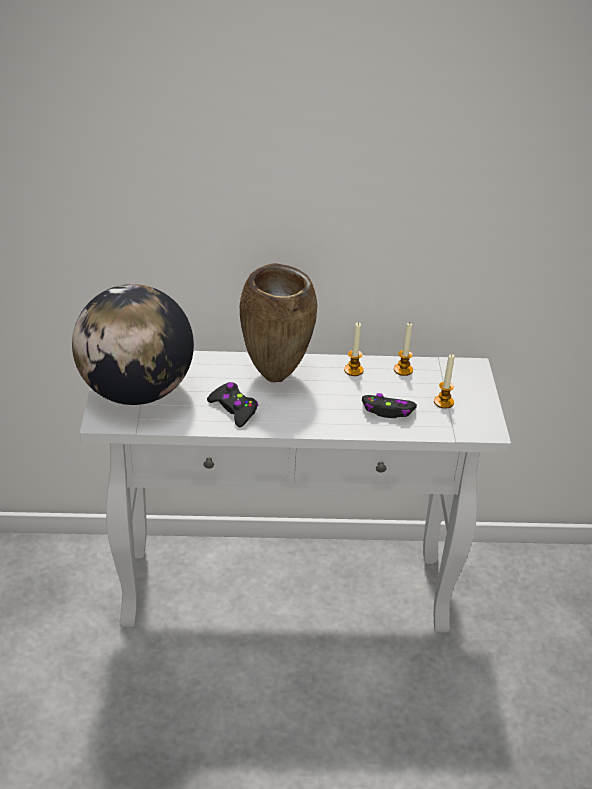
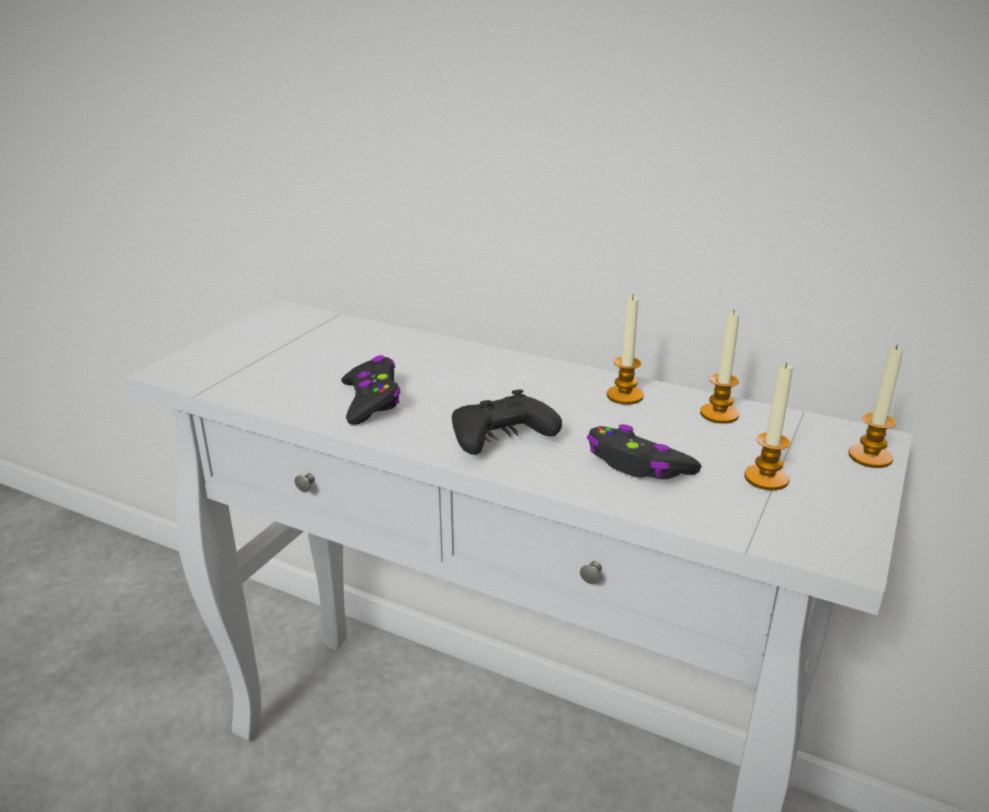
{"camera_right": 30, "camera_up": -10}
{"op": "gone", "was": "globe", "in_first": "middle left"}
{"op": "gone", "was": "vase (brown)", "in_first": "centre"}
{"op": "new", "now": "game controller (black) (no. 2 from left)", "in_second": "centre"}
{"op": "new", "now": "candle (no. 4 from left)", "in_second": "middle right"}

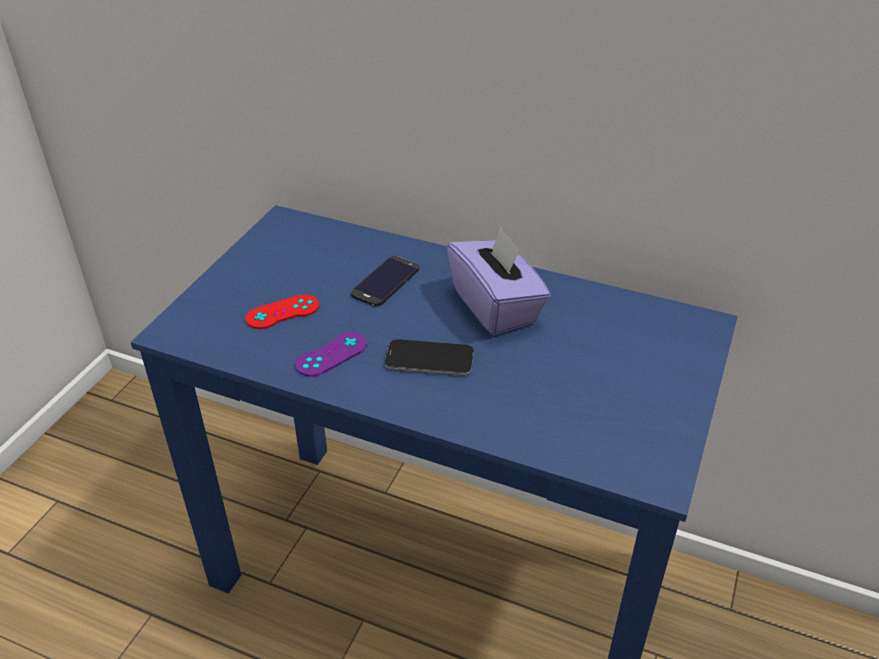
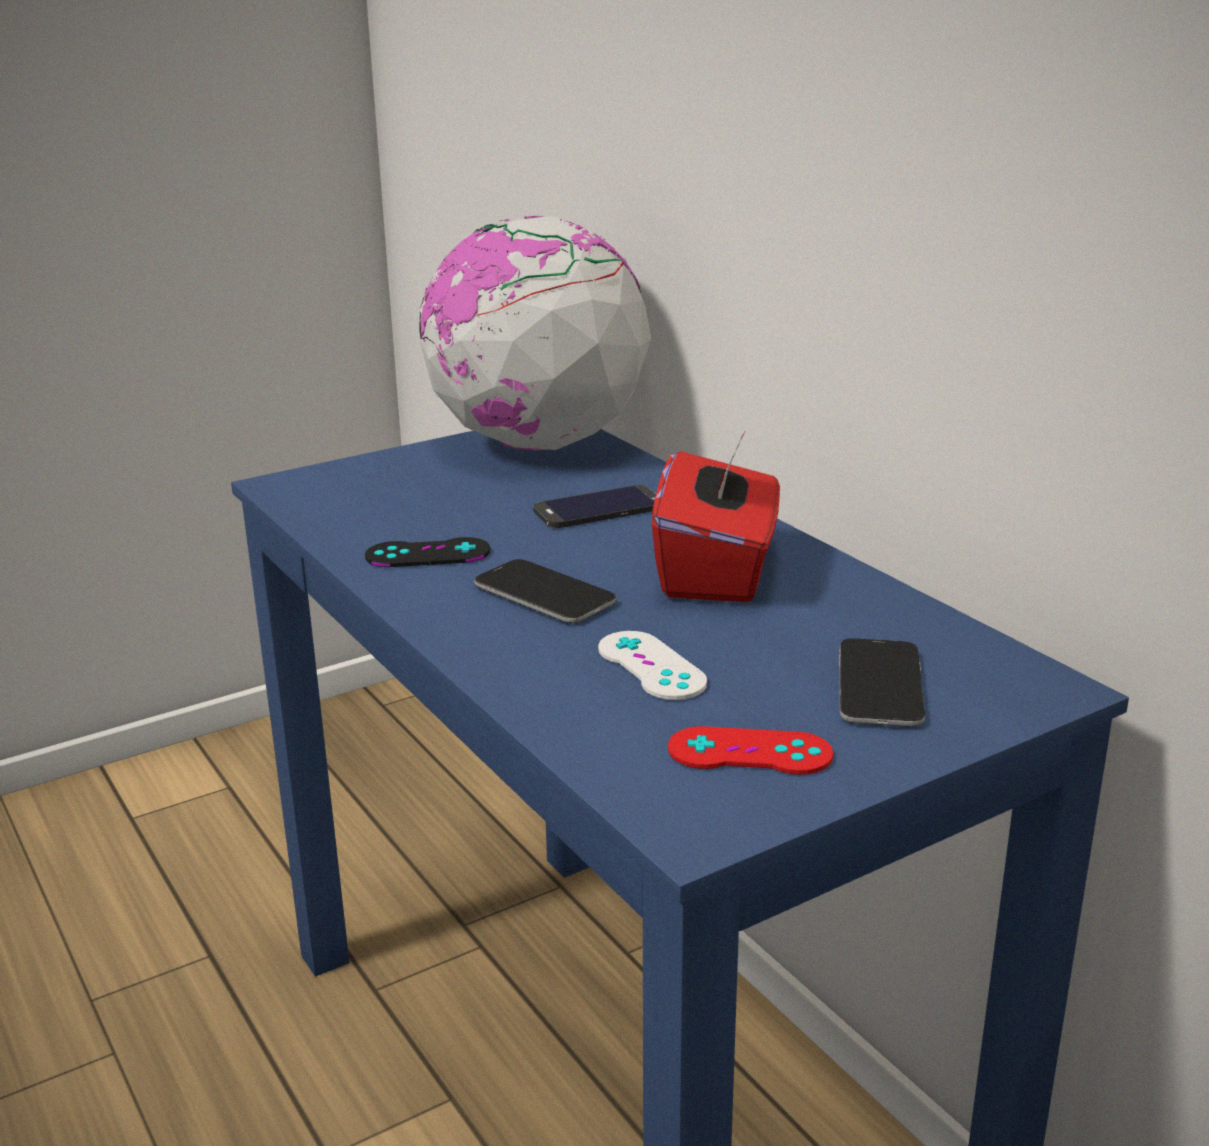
{"camera_right": 35, "camera_up": -15}
{"op": "shifted", "was": "game controller (red)", "in_first": "middle left", "in_second": "centre"}
{"op": "repainted", "was": "game controller (purple)", "now": "game controller (black)", "in_first": "centre", "in_second": "centre"}
{"op": "repainted", "was": "tissue box (purple)", "now": "tissue box (red)", "in_first": "centre", "in_second": "centre"}
{"op": "new", "now": "globe", "in_second": "top centre"}
{"op": "new", "now": "game controller (white)", "in_second": "centre"}
{"op": "new", "now": "phone (no. 3 from left)", "in_second": "middle right"}

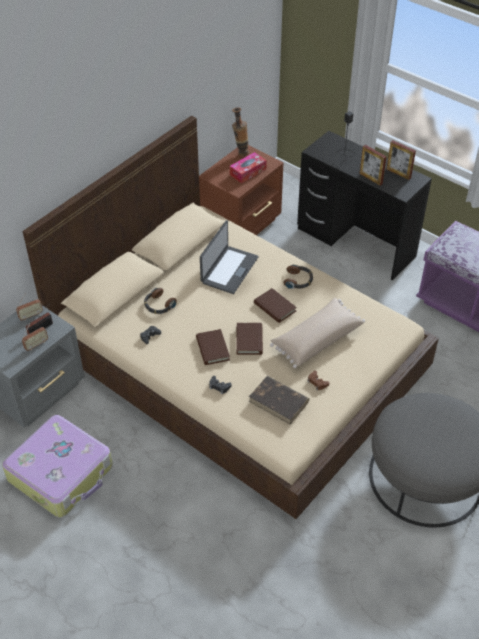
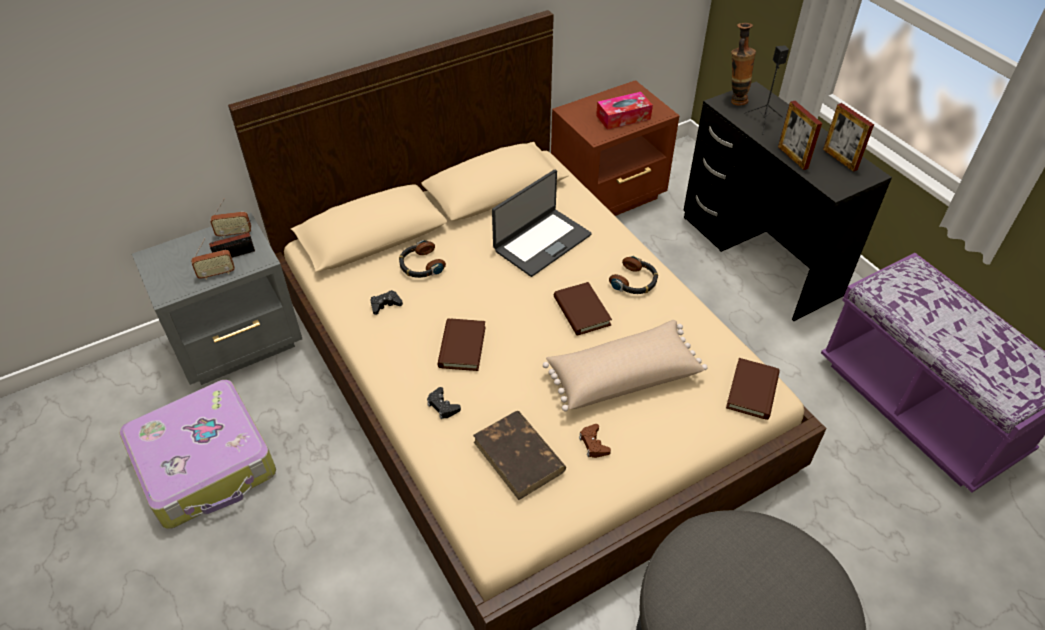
{"camera_right": 20, "camera_up": 0}
{"op": "shifted", "was": "vase", "in_first": "top centre", "in_second": "top right"}
{"op": "shifted", "was": "book (brown) (no. 2 from left in the first image)", "now": "book (brown) (no. 4 from left)", "in_first": "centre", "in_second": "middle right"}

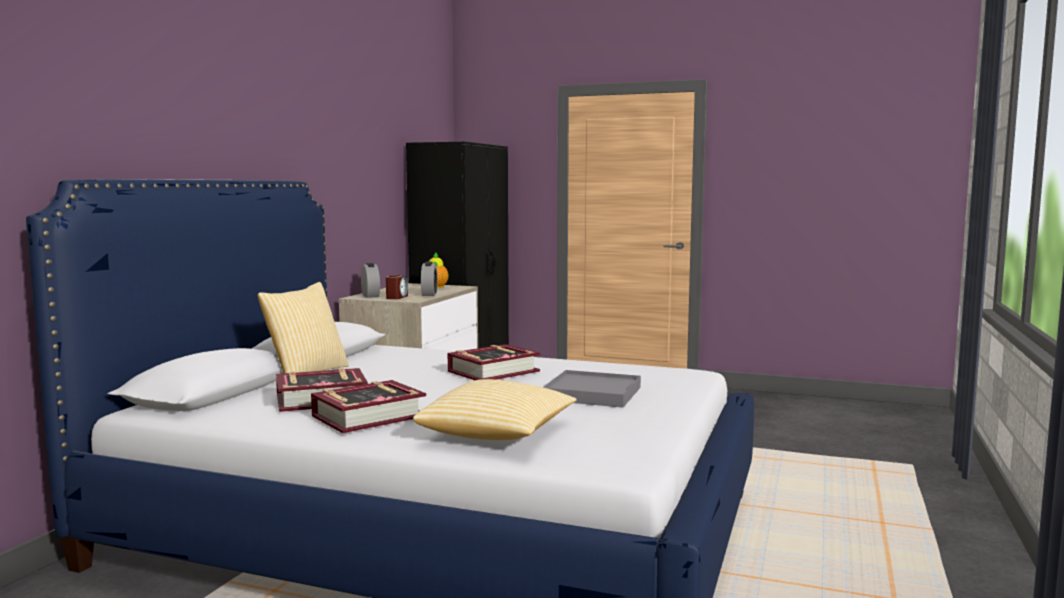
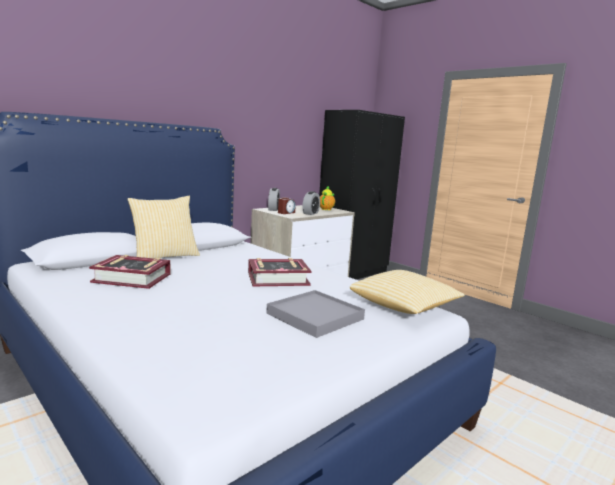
{"camera_right": 25, "camera_up": 5}
{"op": "gone", "was": "book (no. 2 from left)", "in_first": "bottom centre"}
{"op": "shifted", "was": "pillow (no. 2 from left)", "in_first": "bottom centre", "in_second": "centre"}

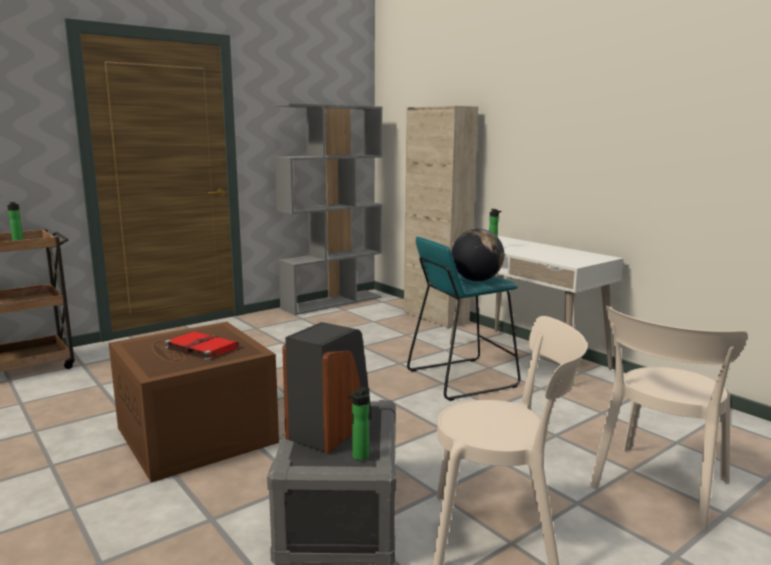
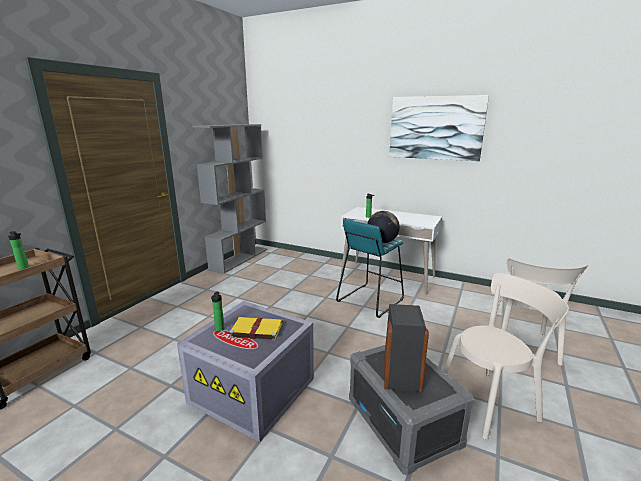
{"camera_right": -25, "camera_up": 5}
{"op": "repainted", "was": "storage box (brown)", "now": "storage box (grey) (no. 1 from left)", "in_first": "bottom left", "in_second": "bottom centre"}
{"op": "repainted", "was": "book (red)", "now": "book (yellow)", "in_first": "middle left", "in_second": "bottom centre"}
{"op": "shifted", "was": "bottle (no. 2 from left)", "in_first": "bottom centre", "in_second": "centre"}
{"op": "gone", "was": "cabinet (beige)", "in_first": "centre"}
{"op": "new", "now": "picture", "in_second": "top right"}

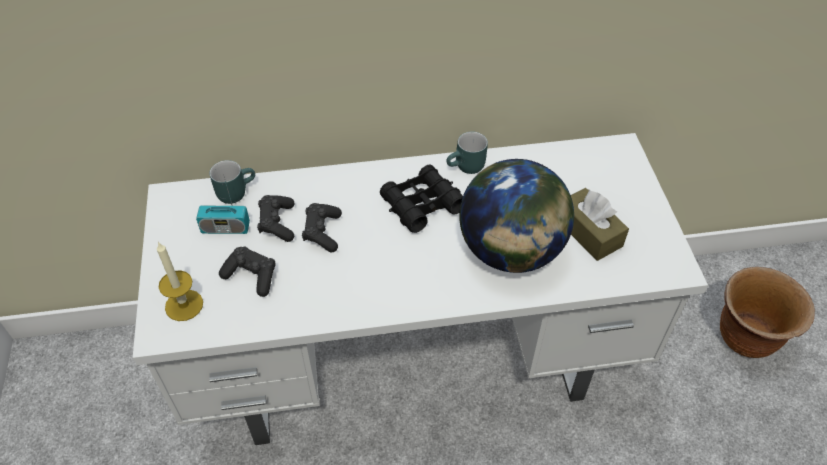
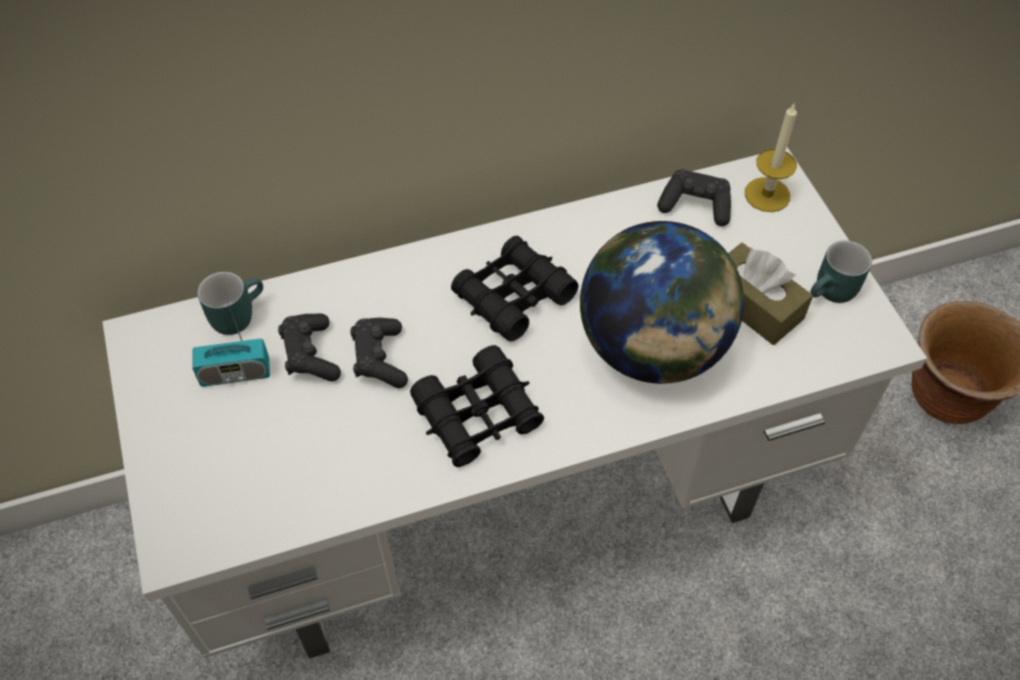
{"camera_right": -10, "camera_up": 5}
{"op": "shifted", "was": "candle", "in_first": "middle left", "in_second": "top right"}
{"op": "shifted", "was": "game controller (black) (no. 1 from left in the first image)", "now": "game controller (black) (no. 3 from left)", "in_first": "middle left", "in_second": "top right"}
{"op": "shifted", "was": "mug (turquoise) (no. 2 from left)", "in_first": "top centre", "in_second": "middle right"}
{"op": "new", "now": "binoculars (black) (no. 1 from left)", "in_second": "centre"}

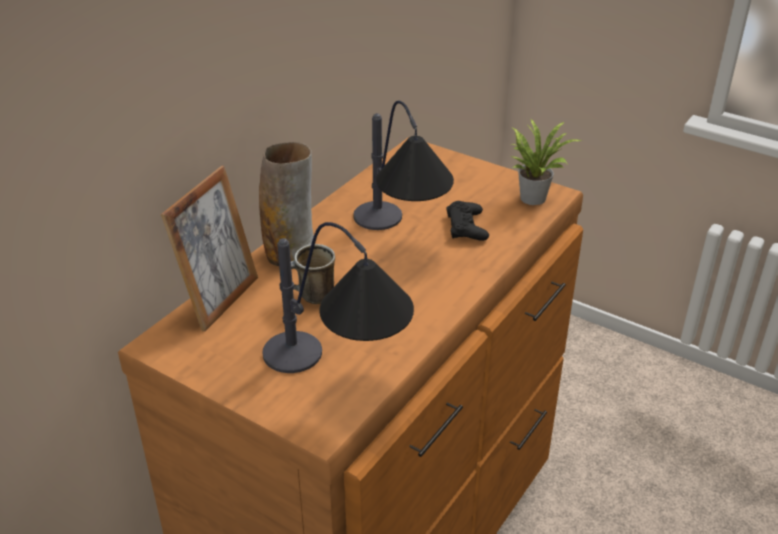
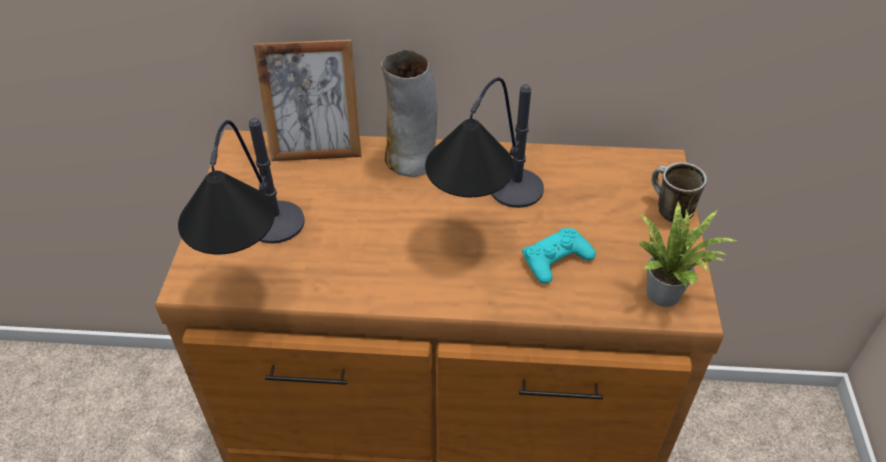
{"camera_right": 60, "camera_up": 10}
{"op": "shifted", "was": "mug", "in_first": "centre", "in_second": "middle right"}
{"op": "repainted", "was": "game controller (black)", "now": "game controller (turquoise)", "in_first": "centre", "in_second": "centre"}

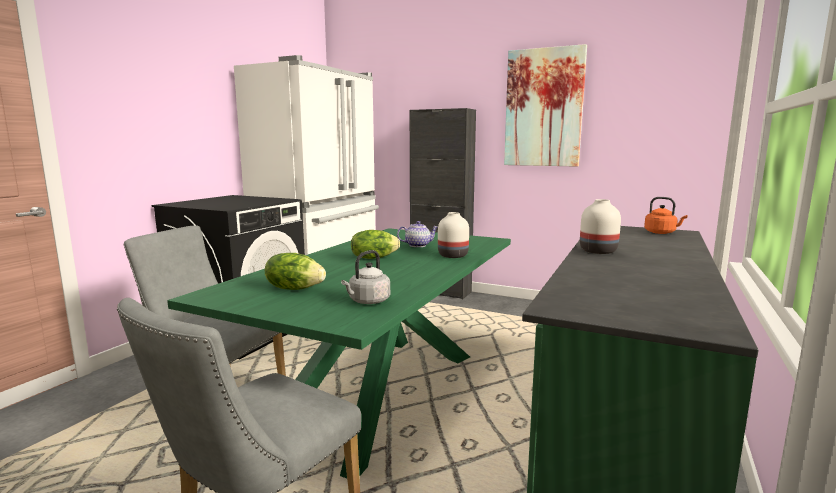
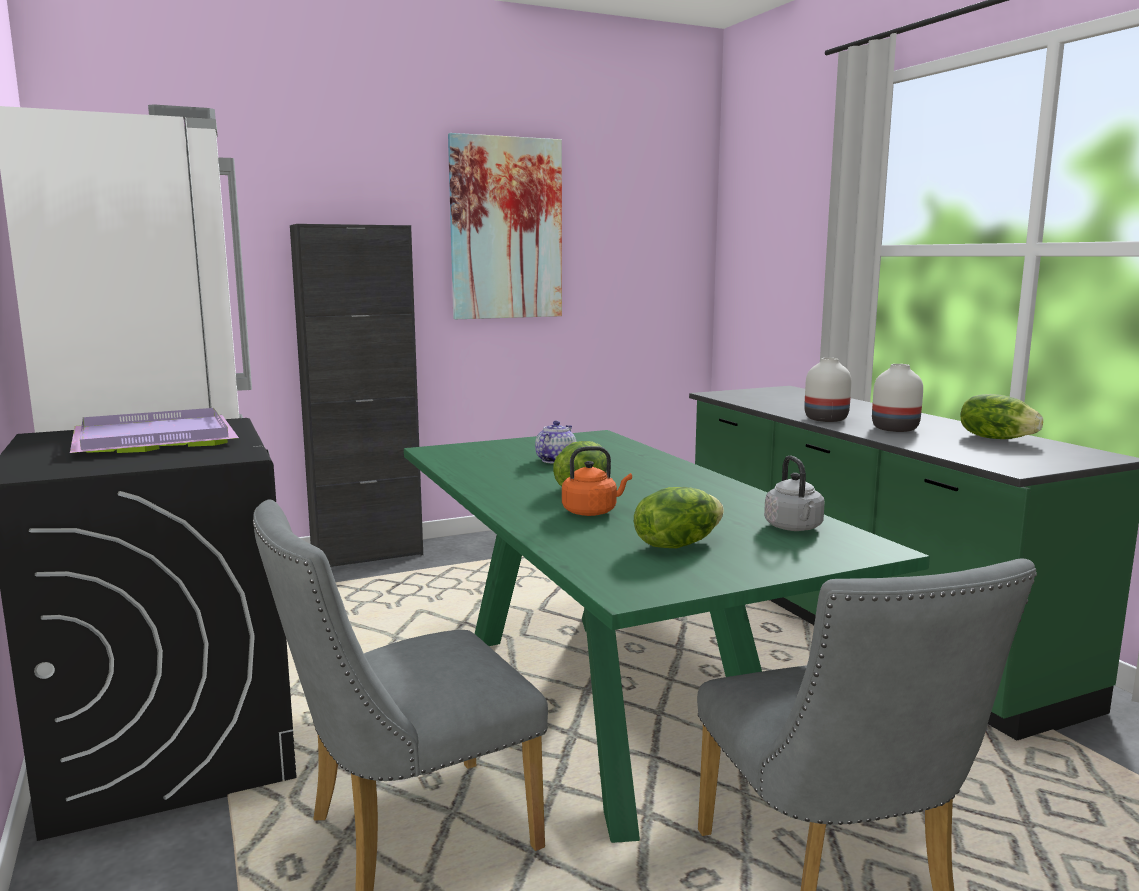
{"camera_right": -50, "camera_up": 0}
{"op": "shifted", "was": "vase (white) (no. 1 from left in the first image)", "now": "vase (white) (no. 2 from left)", "in_first": "centre", "in_second": "middle right"}
{"op": "shifted", "was": "kettle (orange)", "in_first": "middle right", "in_second": "centre"}
{"op": "new", "now": "tray (purple)", "in_second": "middle left"}
{"op": "new", "now": "lettuce (no. 3 from left)", "in_second": "middle right"}

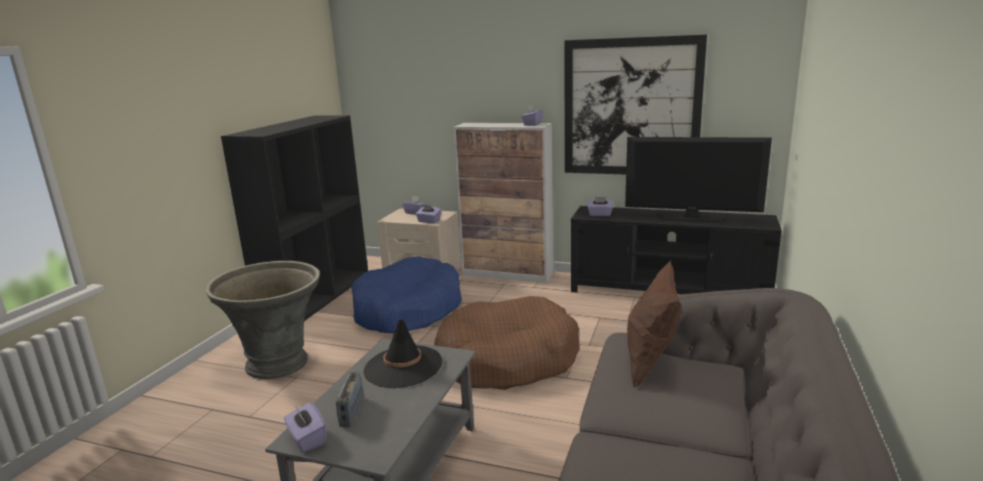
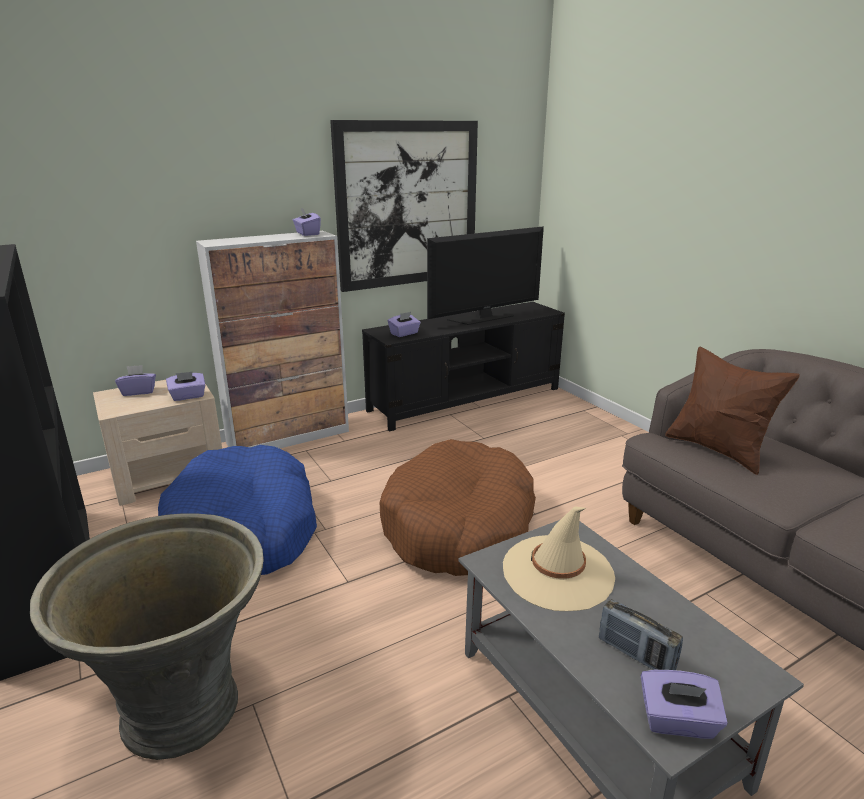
{"camera_right": -50, "camera_up": 5}
{"op": "repainted", "was": "hat (black)", "now": "hat (beige)", "in_first": "bottom centre", "in_second": "bottom centre"}

